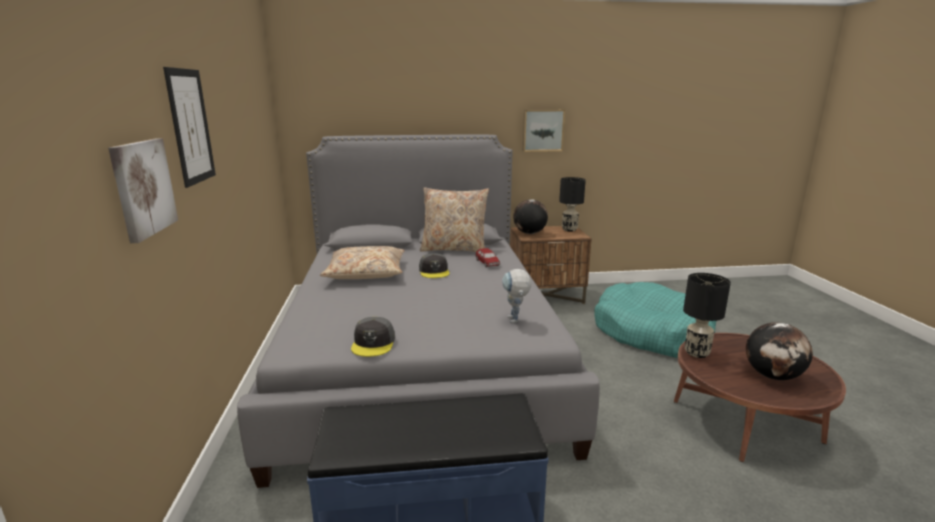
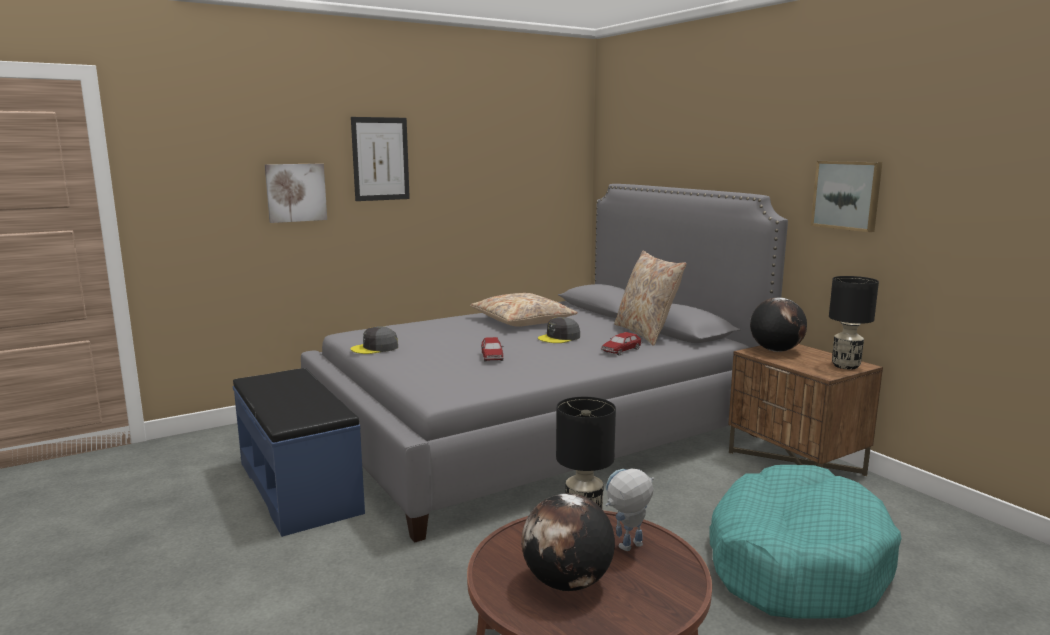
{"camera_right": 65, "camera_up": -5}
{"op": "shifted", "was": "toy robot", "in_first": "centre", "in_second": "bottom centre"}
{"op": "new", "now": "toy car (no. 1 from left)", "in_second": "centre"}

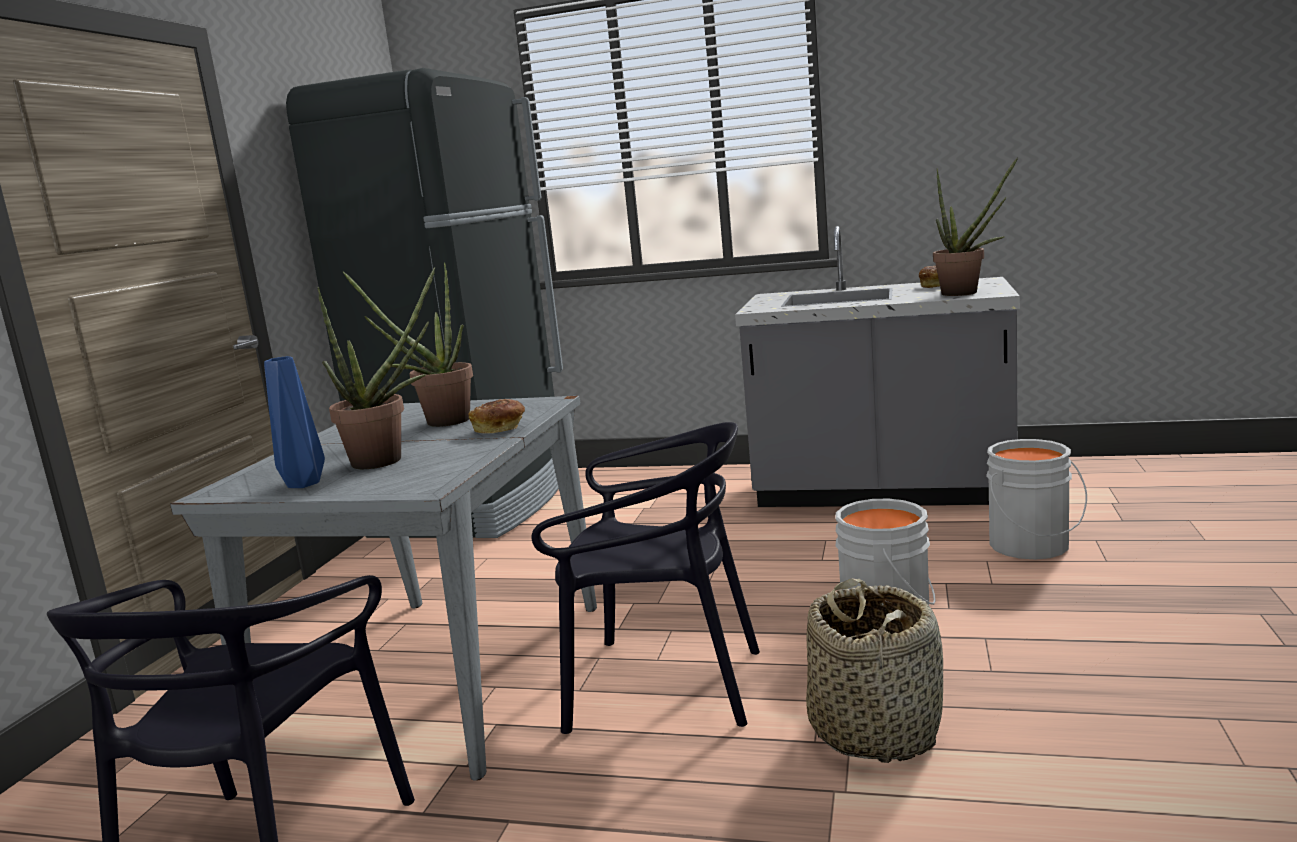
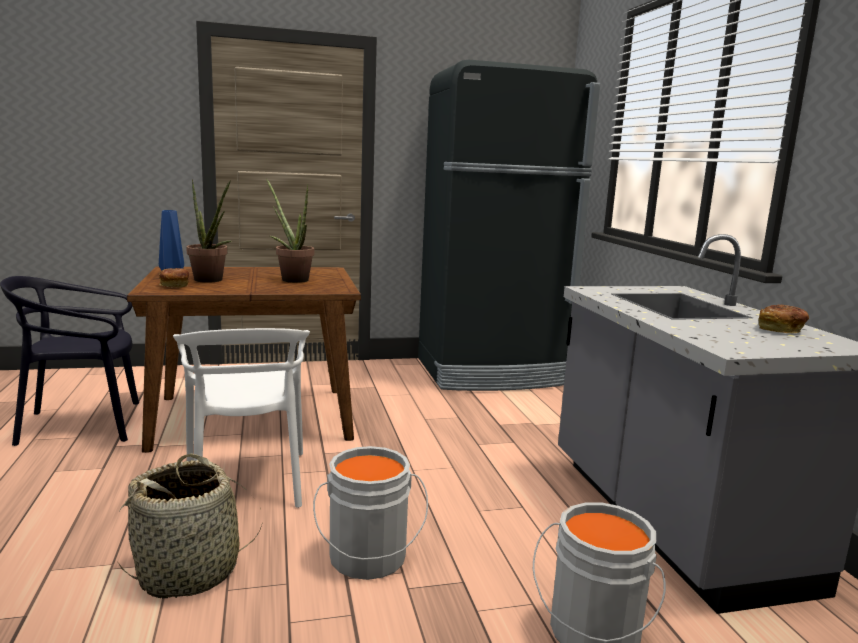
{"camera_right": 60, "camera_up": 0}
{"op": "repainted", "was": "dining table (grey)", "now": "dining table (brown)", "in_first": "bottom left", "in_second": "middle left"}
{"op": "shifted", "was": "bread (no. 1 from left)", "in_first": "centre", "in_second": "middle left"}
{"op": "repainted", "was": "chair (black) (no. 2 from left)", "now": "chair (white)", "in_first": "bottom centre", "in_second": "middle left"}
{"op": "gone", "was": "potted plant (no. 3 from left)", "in_first": "top right"}

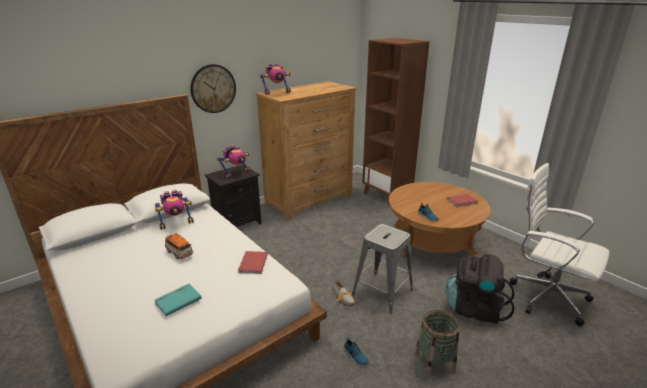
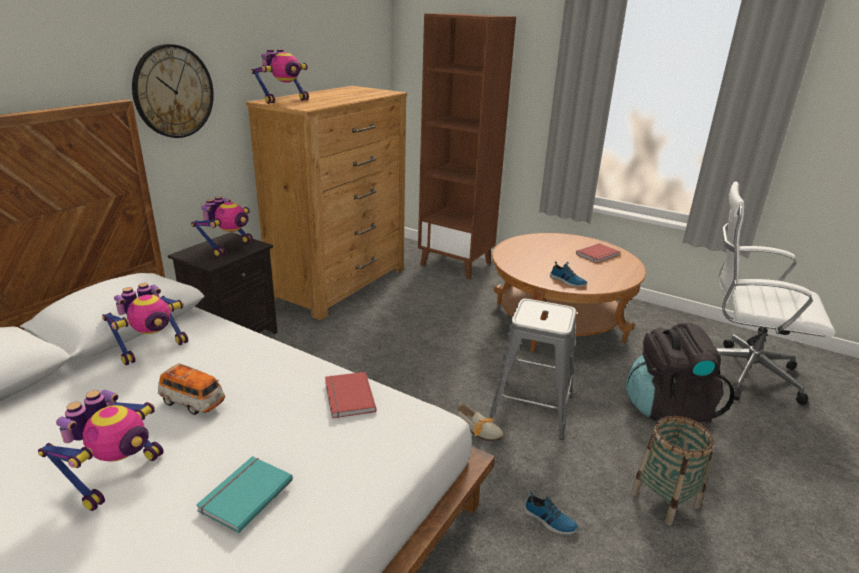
{"camera_right": -20, "camera_up": 0}
{"op": "new", "now": "toy robot (no. 1 from left)", "in_second": "bottom left"}

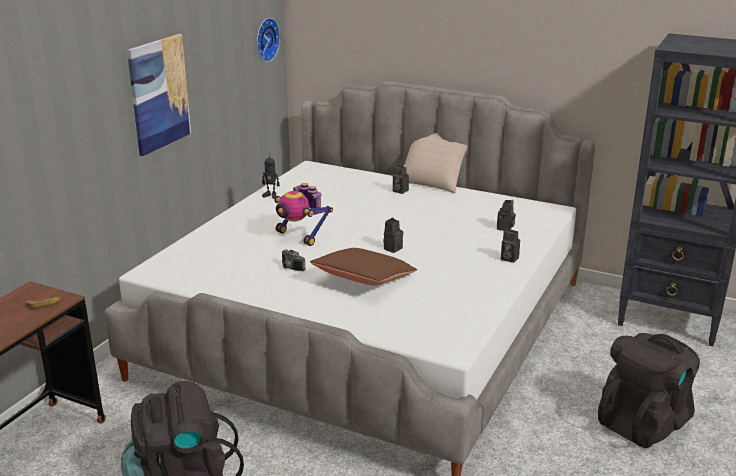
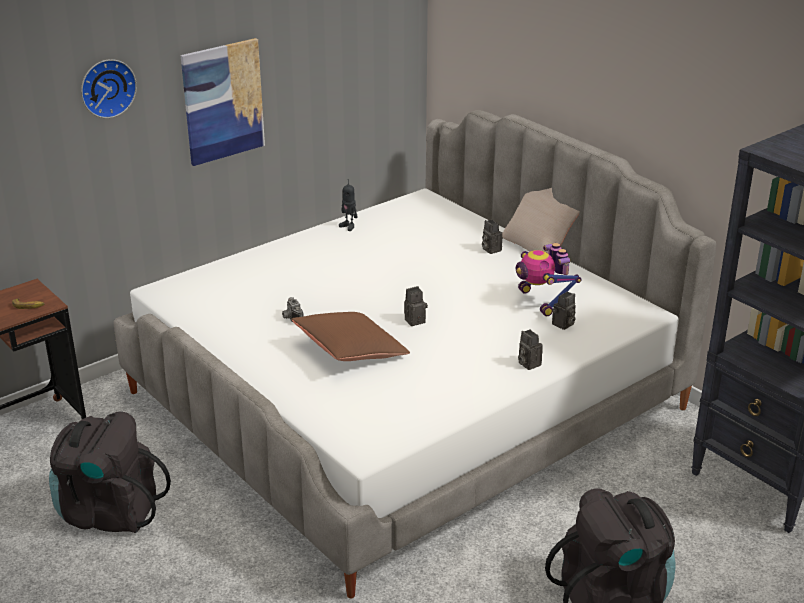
{"camera_right": 25, "camera_up": 5}
{"op": "shifted", "was": "wall clock", "in_first": "top centre", "in_second": "top left"}
{"op": "shifted", "was": "toy robot (no. 2 from left)", "in_first": "centre", "in_second": "middle right"}

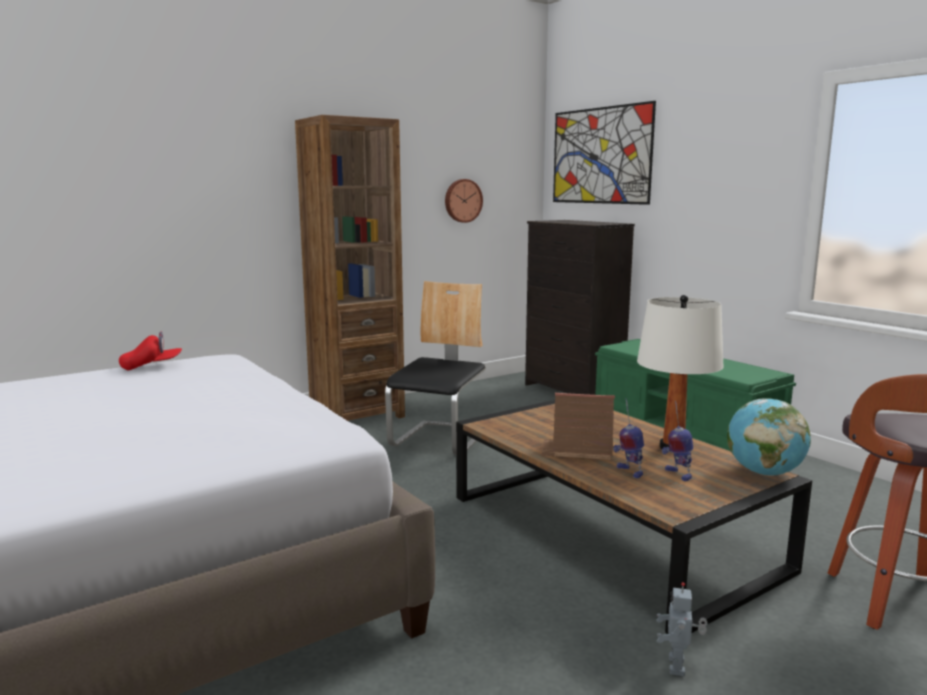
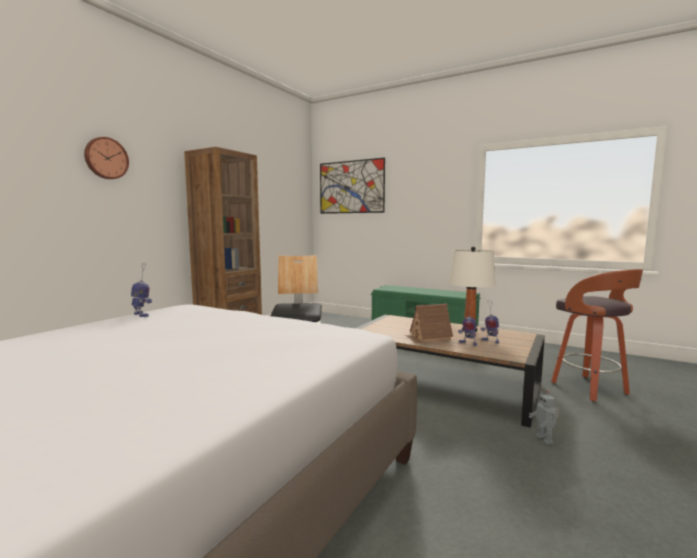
{"camera_right": -25, "camera_up": -5}
{"op": "swapped", "was": "cap (red)", "now": "toy robot (no. 1 from left)", "in_first": "middle left", "in_second": "middle left"}
{"op": "shifted", "was": "wall clock", "in_first": "top centre", "in_second": "top left"}
{"op": "gone", "was": "dresser (black)", "in_first": "centre"}
{"op": "gone", "was": "globe", "in_first": "middle right"}

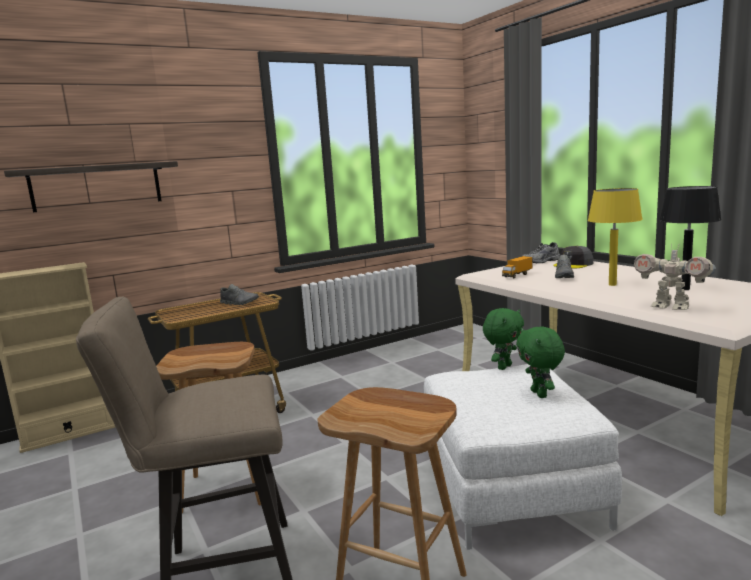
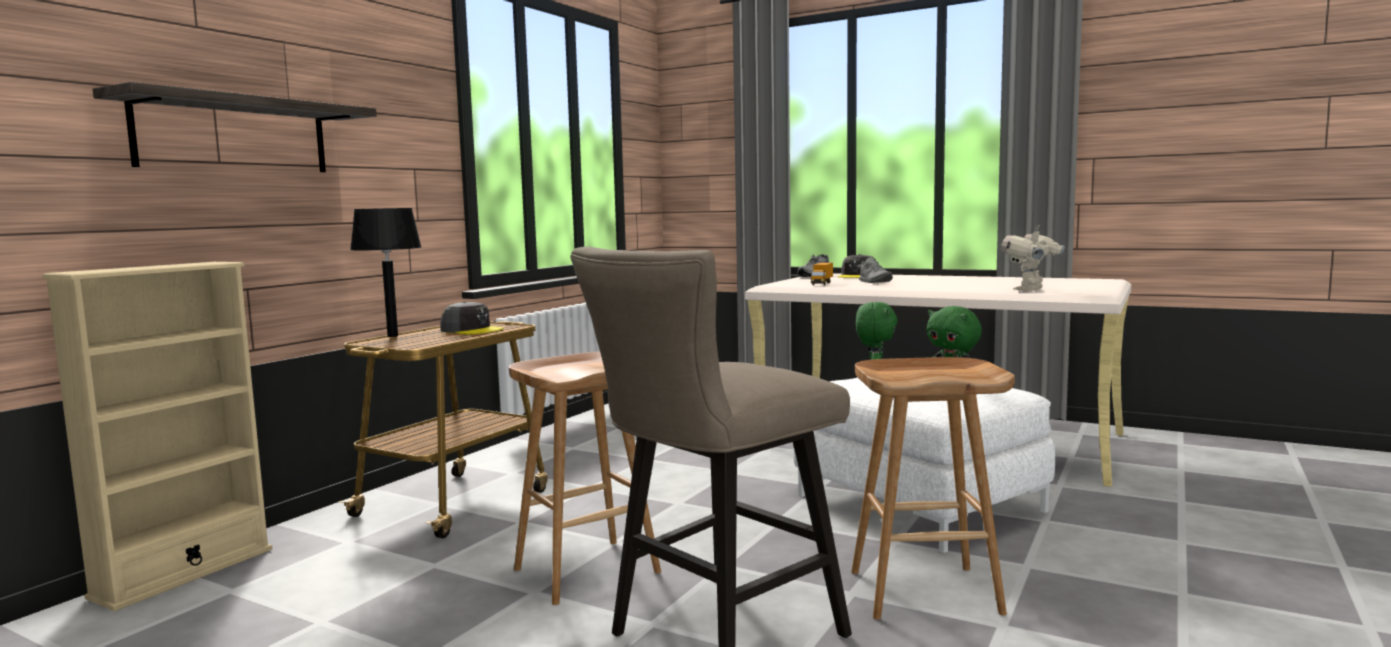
{"camera_right": -30, "camera_up": -5}
{"op": "swapped", "was": "shoe (grey) (no. 1 from left)", "now": "cap (grey) (no. 1 from left)", "in_first": "middle left", "in_second": "centre"}
{"op": "gone", "was": "table lamp (yellow)", "in_first": "middle right"}
{"op": "rotated", "was": "toy robot", "in_first": "middle right", "in_second": "middle right", "clockwise": 120}
{"op": "shifted", "was": "table lamp (black)", "in_first": "middle right", "in_second": "middle left"}

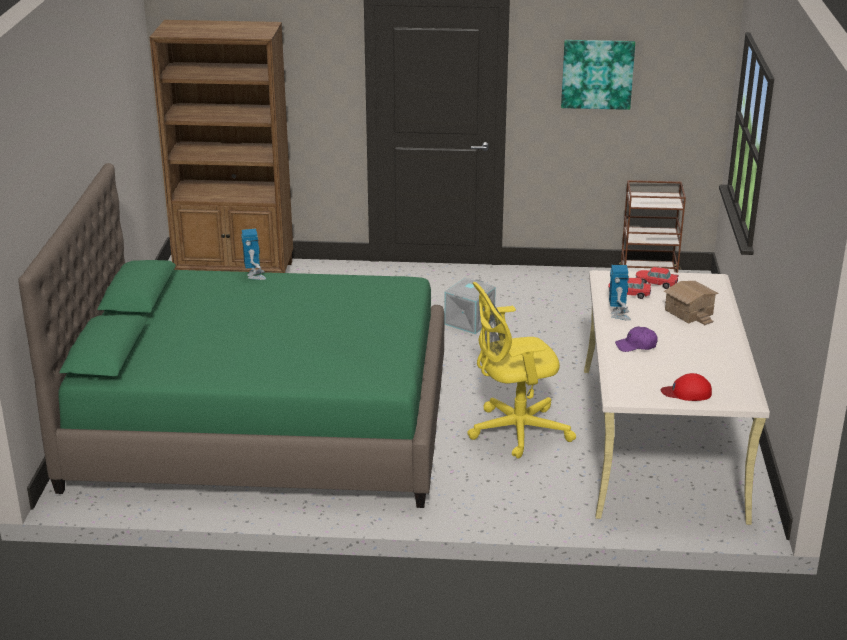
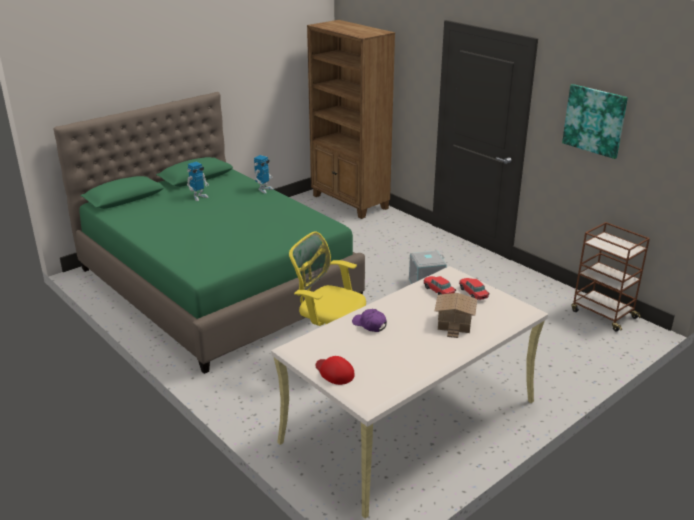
{"camera_right": 45, "camera_up": 0}
{"op": "shifted", "was": "toy robot (no. 2 from left in the first image)", "now": "toy robot (no. 1 from left)", "in_first": "middle right", "in_second": "middle left"}

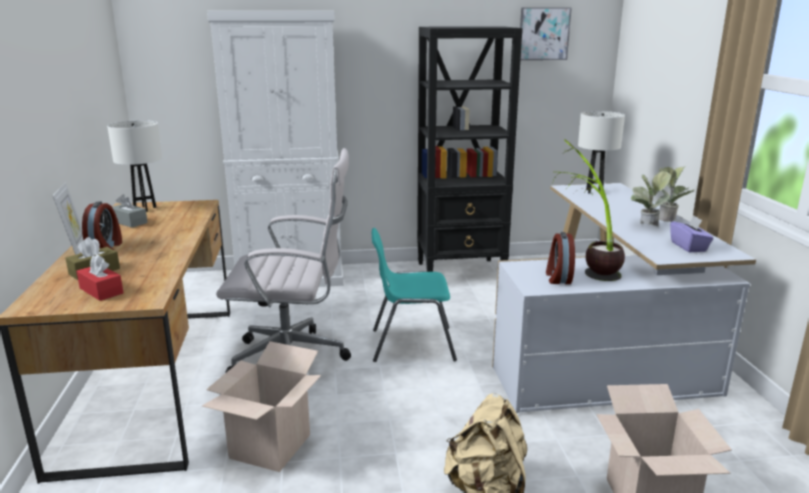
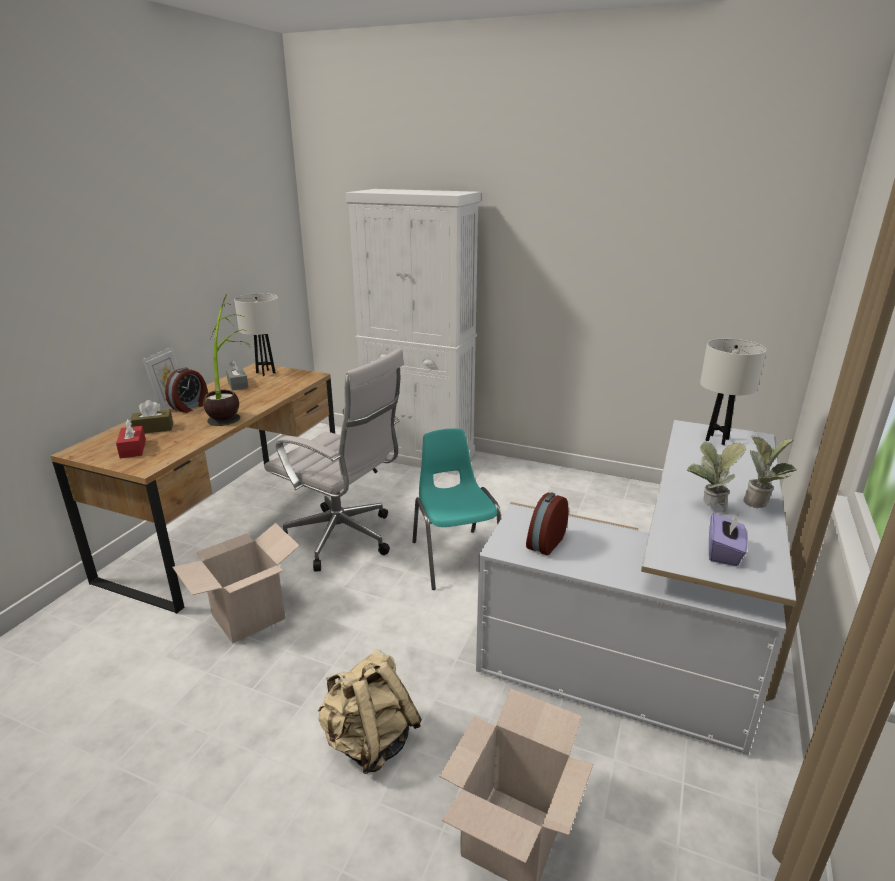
{"camera_right": 30, "camera_up": 5}
{"op": "rotated", "was": "chair (turquoise)", "in_first": "centre", "in_second": "centre", "clockwise": 45}
{"op": "gone", "was": "bookcase (black)", "in_first": "top centre"}
{"op": "gone", "was": "picture", "in_first": "top right"}
{"op": "shifted", "was": "potted plant (no. 1 from left)", "in_first": "middle right", "in_second": "middle left"}

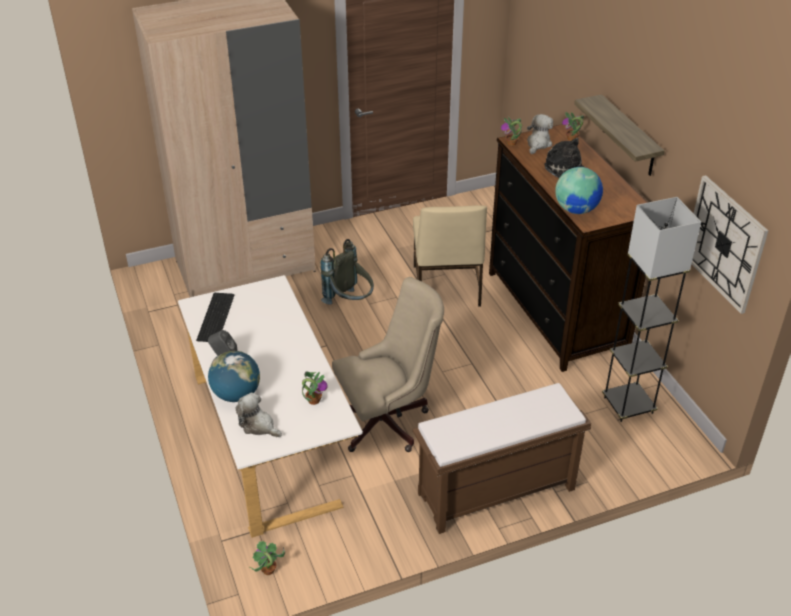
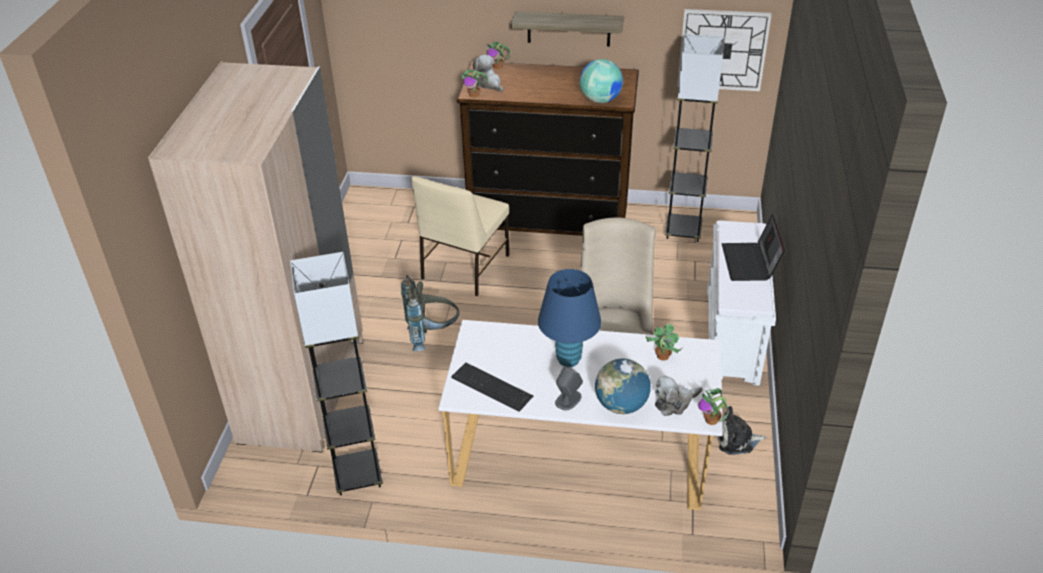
{"camera_right": -60, "camera_up": 0}
{"op": "shifted", "was": "potted plant (no. 1 from left in the first image)", "now": "potted plant (no. 4 from left)", "in_first": "bottom centre", "in_second": "bottom right"}
{"op": "rotated", "was": "chair (beige)", "in_first": "centre", "in_second": "centre", "clockwise": 90}
{"op": "repainted", "was": "bench (brown)", "now": "bench (white)", "in_first": "bottom centre", "in_second": "middle right"}
{"op": "shifted", "was": "plush toy (no. 3 from left)", "in_first": "top right", "in_second": "bottom right"}
{"op": "new", "now": "floor lamp (grey) (no. 1 from left)", "in_second": "middle left"}
{"op": "new", "now": "table lamp (blue)", "in_second": "centre"}
{"op": "new", "now": "laptop", "in_second": "middle right"}

